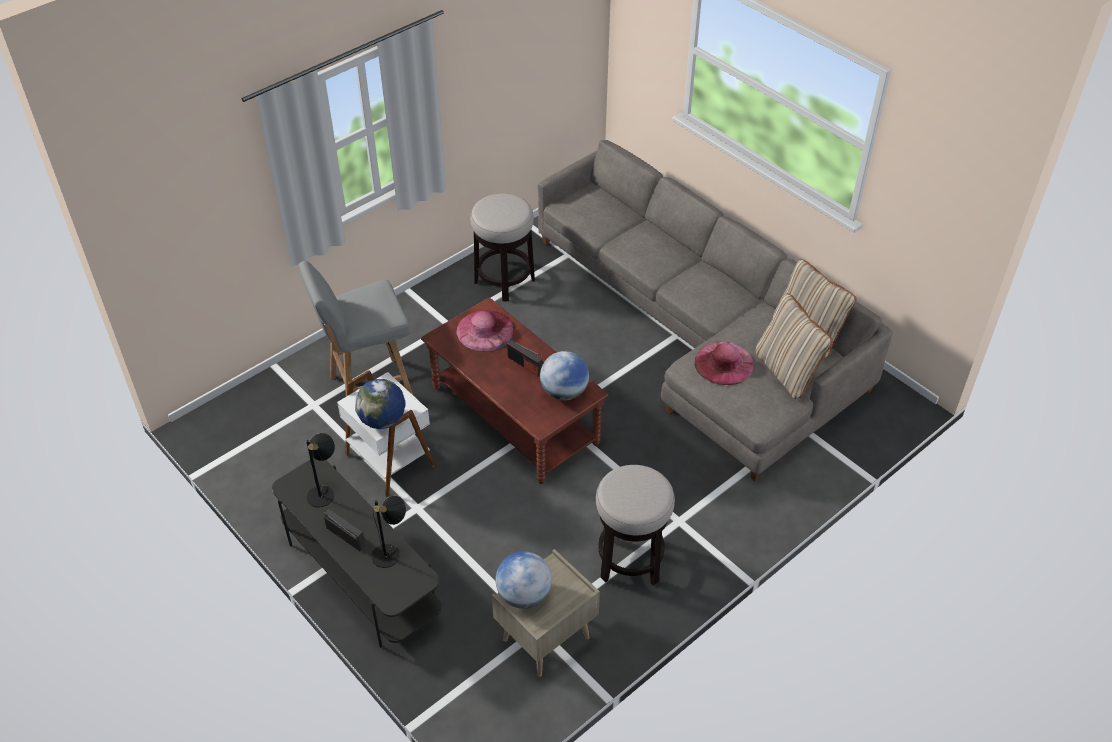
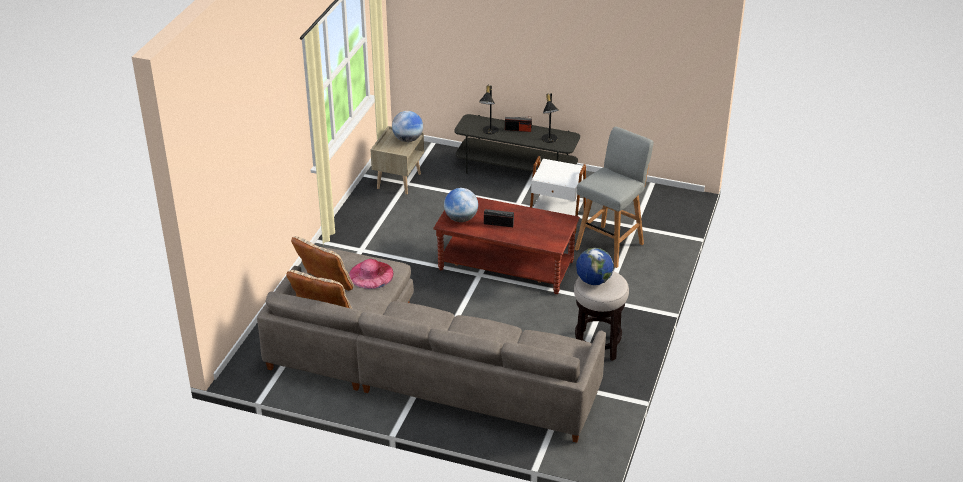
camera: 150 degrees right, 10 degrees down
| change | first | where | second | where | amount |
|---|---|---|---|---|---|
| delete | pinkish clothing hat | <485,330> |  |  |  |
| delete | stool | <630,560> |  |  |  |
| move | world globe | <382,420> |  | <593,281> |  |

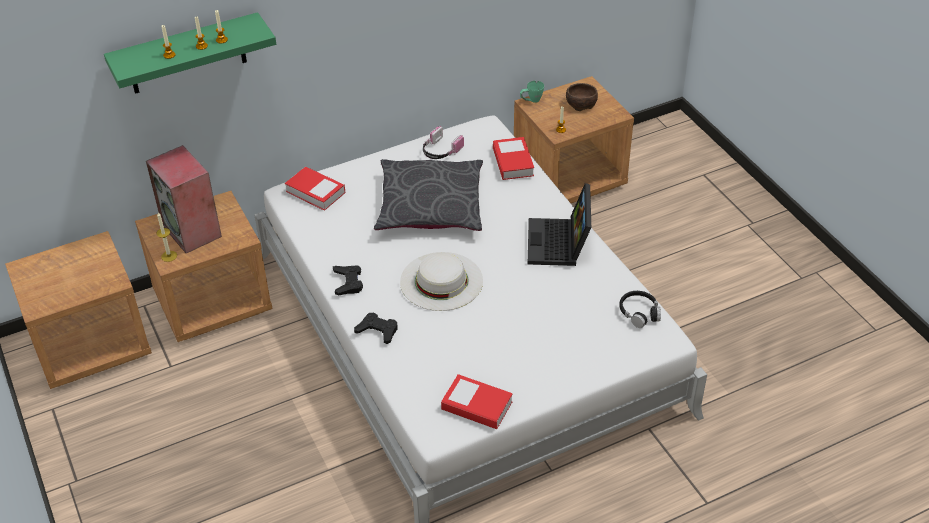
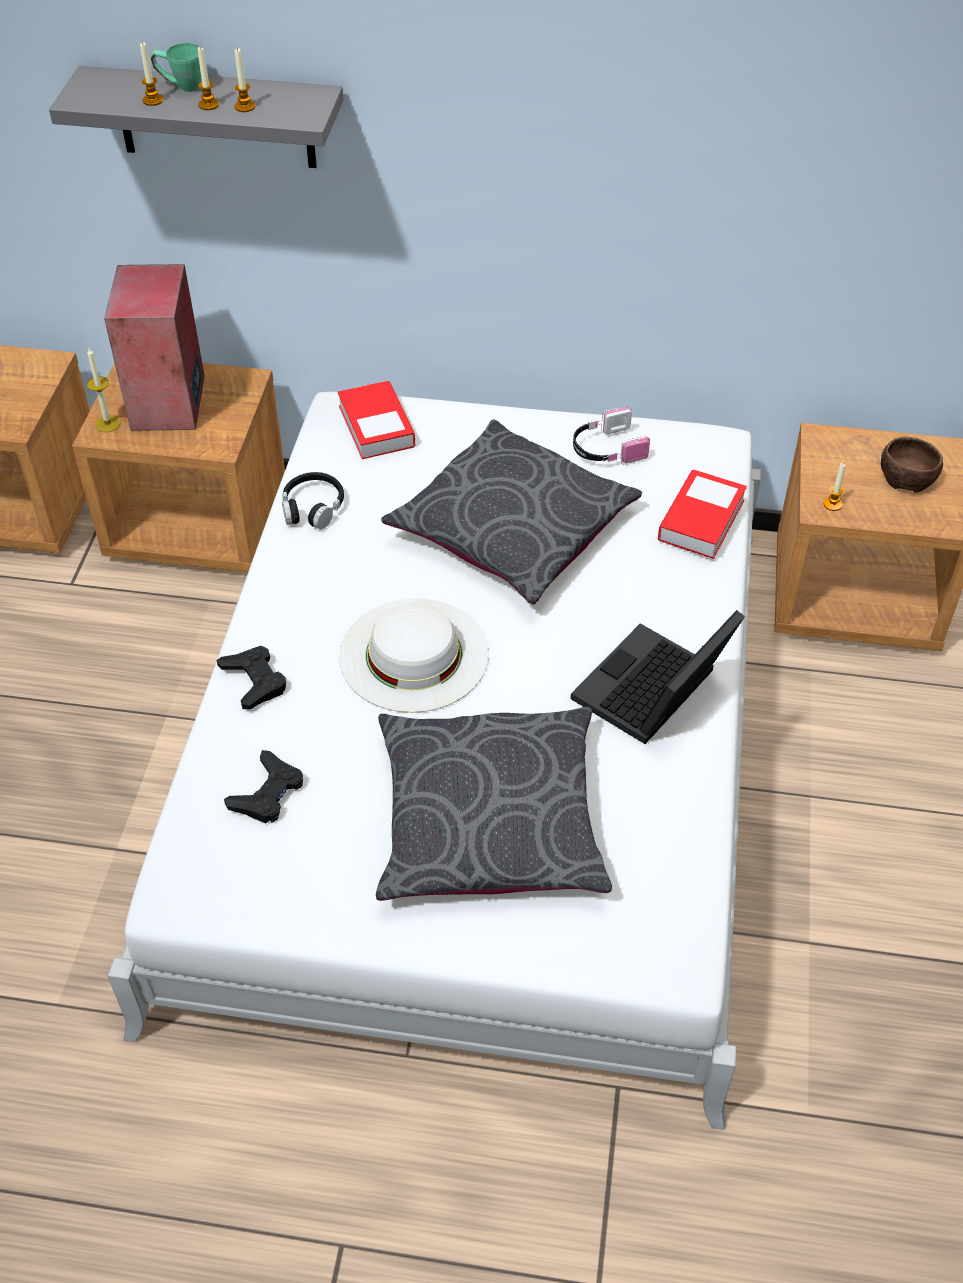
camera: 35 degrees right, 5 degrees up
| change | first | where | second | where | amount |
|---|---|---|---|---|---|
| delete | volume | <477,406> |  |  |  |
| insert |  |  | gray cushion | <489,818> |  |
| move | black game controller | <348,282> |  | <268,793> |  |
| move | green coffee mug | <531,101> |  | <181,86> |  |
| move | black headset | <639,313> |  | <312,507> |  |
| recolor | green shelf | <186,54> | gray shelf | <215,117> |  |

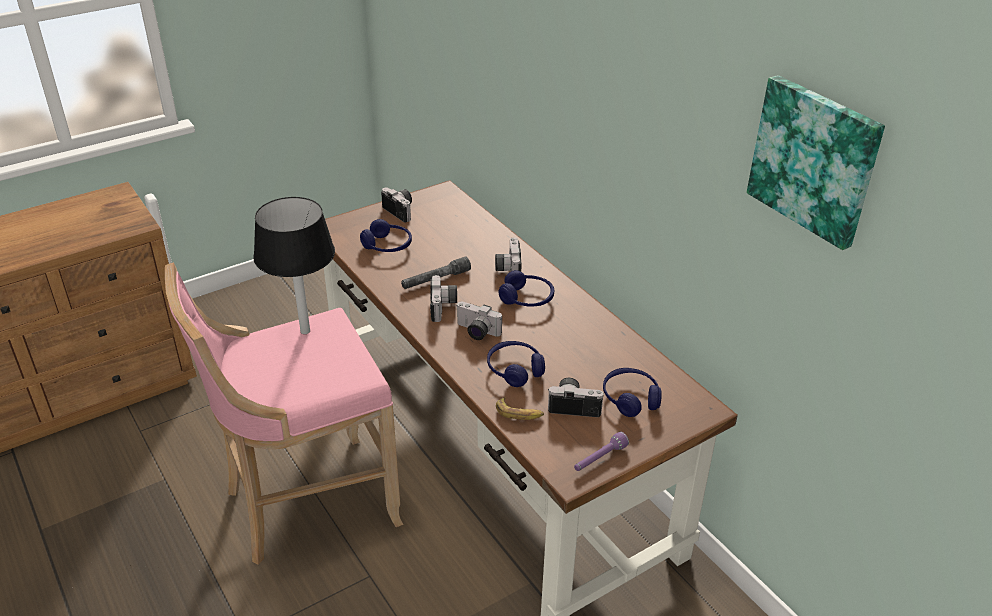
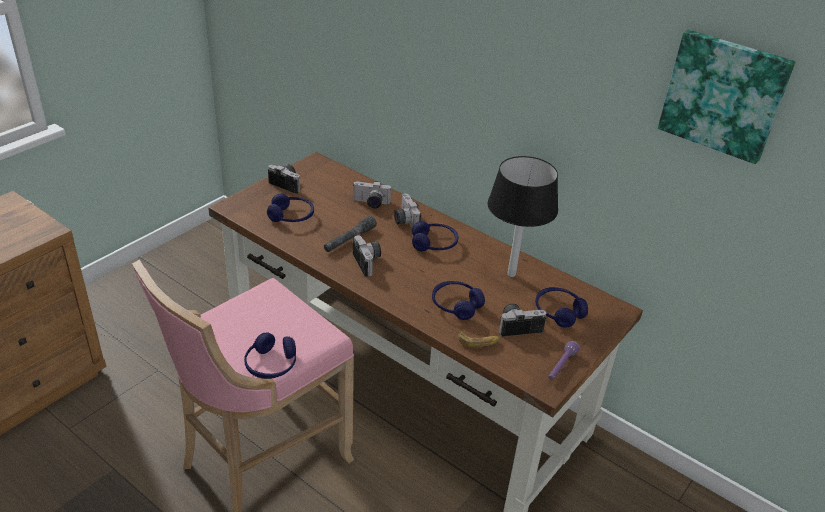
camera: 20 degrees left, 0 degrees up
| change | first | where | second | where | amount |
|---|---|---|---|---|---|
| insert |  |  | bluish headset | <271,364> |  |
| move | black table lamp | <305,331> |  | <511,274> |  |
| move | photo camera | <476,332> |  | <370,203> |  |

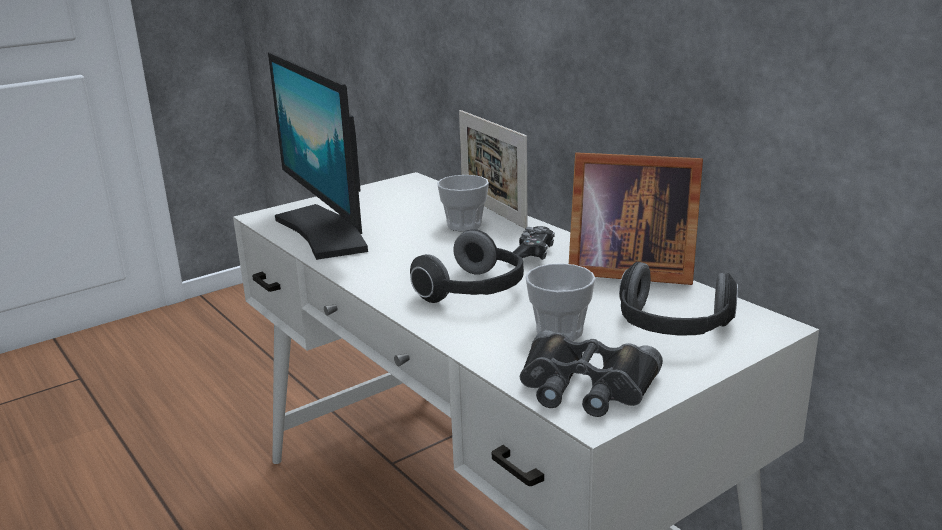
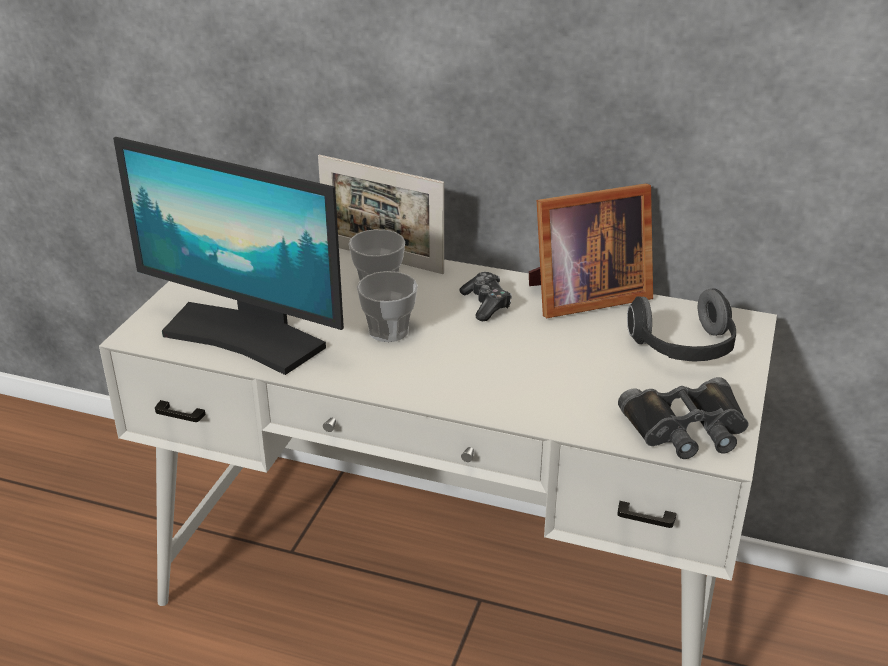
camera: 35 degrees left, 10 degrees up
| change | first | where | second | where | amount |
|---|---|---|---|---|---|
| delete | headset | <474,292> |  |  |  |
| move | drinking cup | <559,331> |  | <388,331> |  |

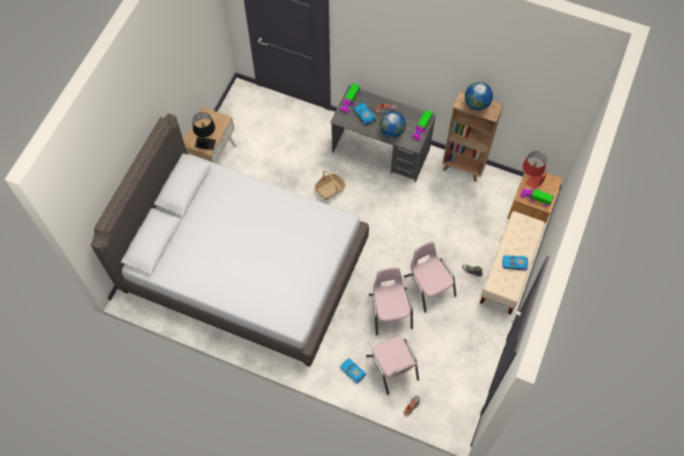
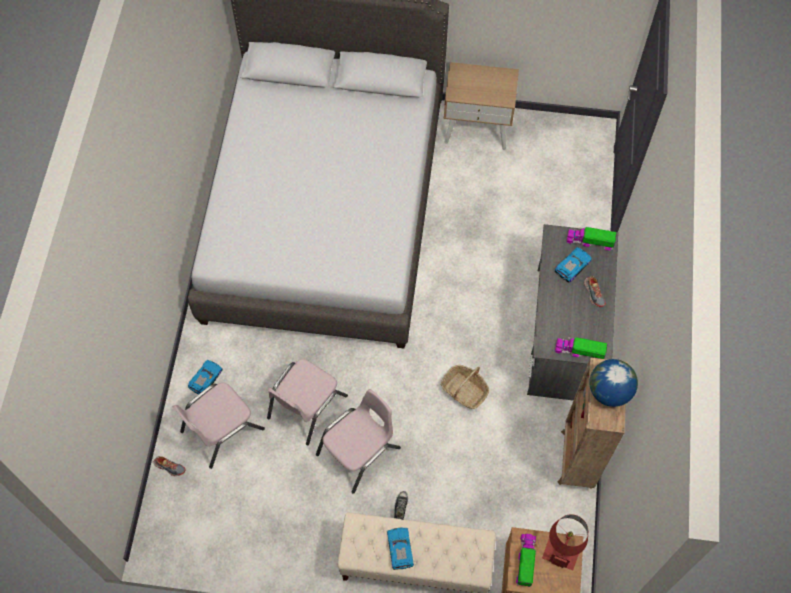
camera: 75 degrees right, 0 degrees up
| change | first | where | second | where | amount |
|---|---|---|---|---|---|
| delete | black table lamp | <206,140> |  |  |  |
| delete | world globe | <392,131> |  |  |  |
| move | household basket | <330,189> |  | <464,390> |  |
| rotate | pinkish plain chair | <390,311> |  | <306,406> | 150 degrees clockwise |

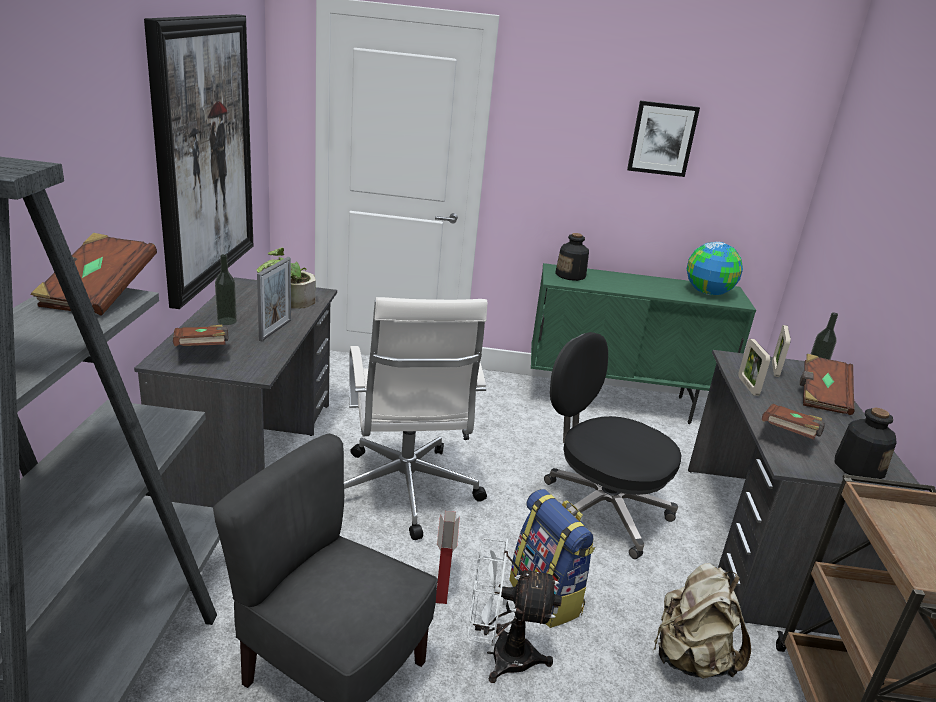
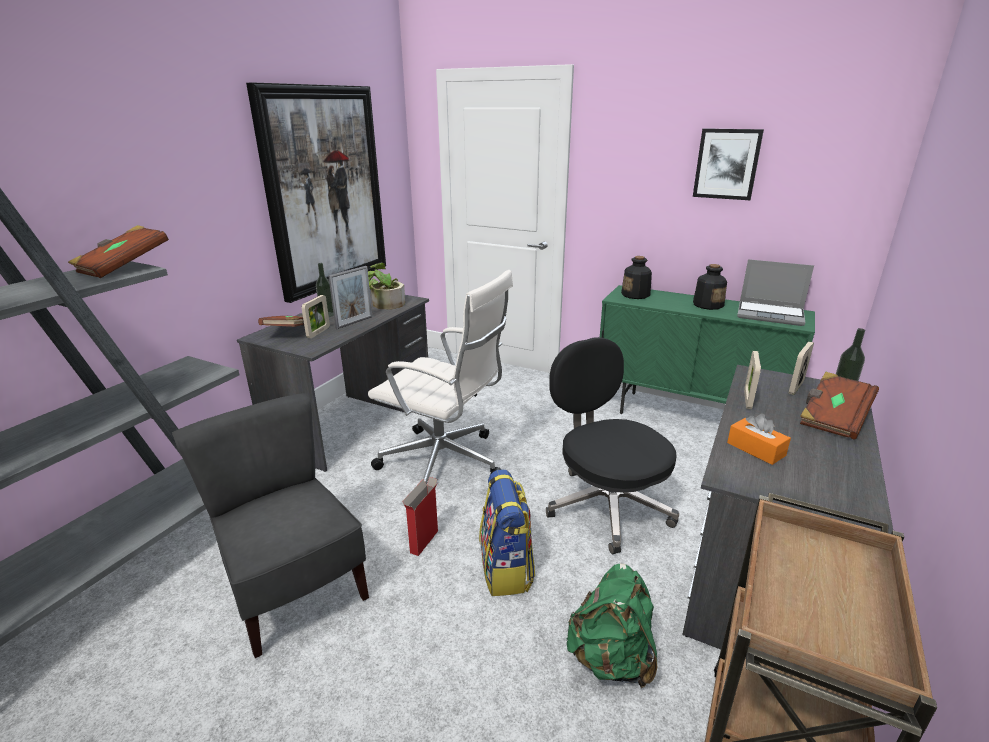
camera: 25 degrees right, 0 degrees up
| change | first | where | second | where | amount |
|---|---|---|---|---|---|
| delete | white cooling fan | <500,655> |  |  |  |
| insert |  |  | photo frame | <318,332> |  |
| move | beverage bottle | <858,467> |  | <707,305> |  |
| replace | world globe | <708,292> | laptop | <771,314> |  |
| replace | brownish volume | <789,435> | orange box of tissues | <756,449> |  |
| recolor | beige rucksack | <690,659> | green rucksack | <611,659> |  |
| rotate | white office chair | <405,492> |  | <445,463> | 75 degrees counterclockwise |

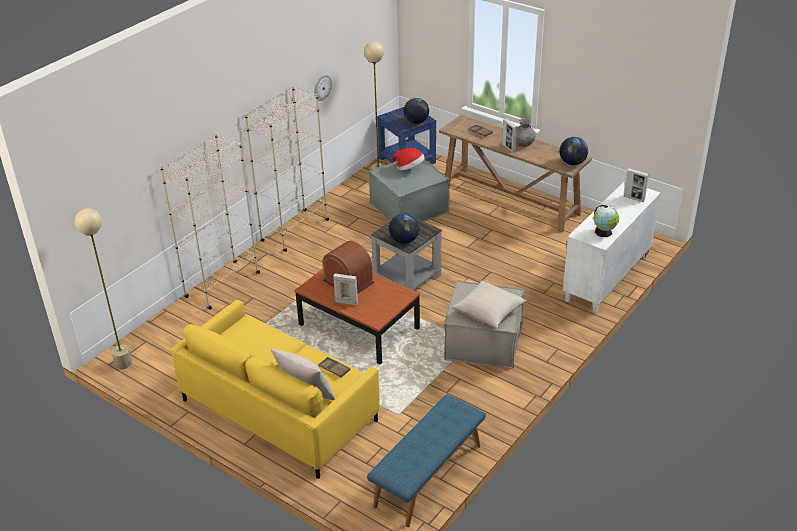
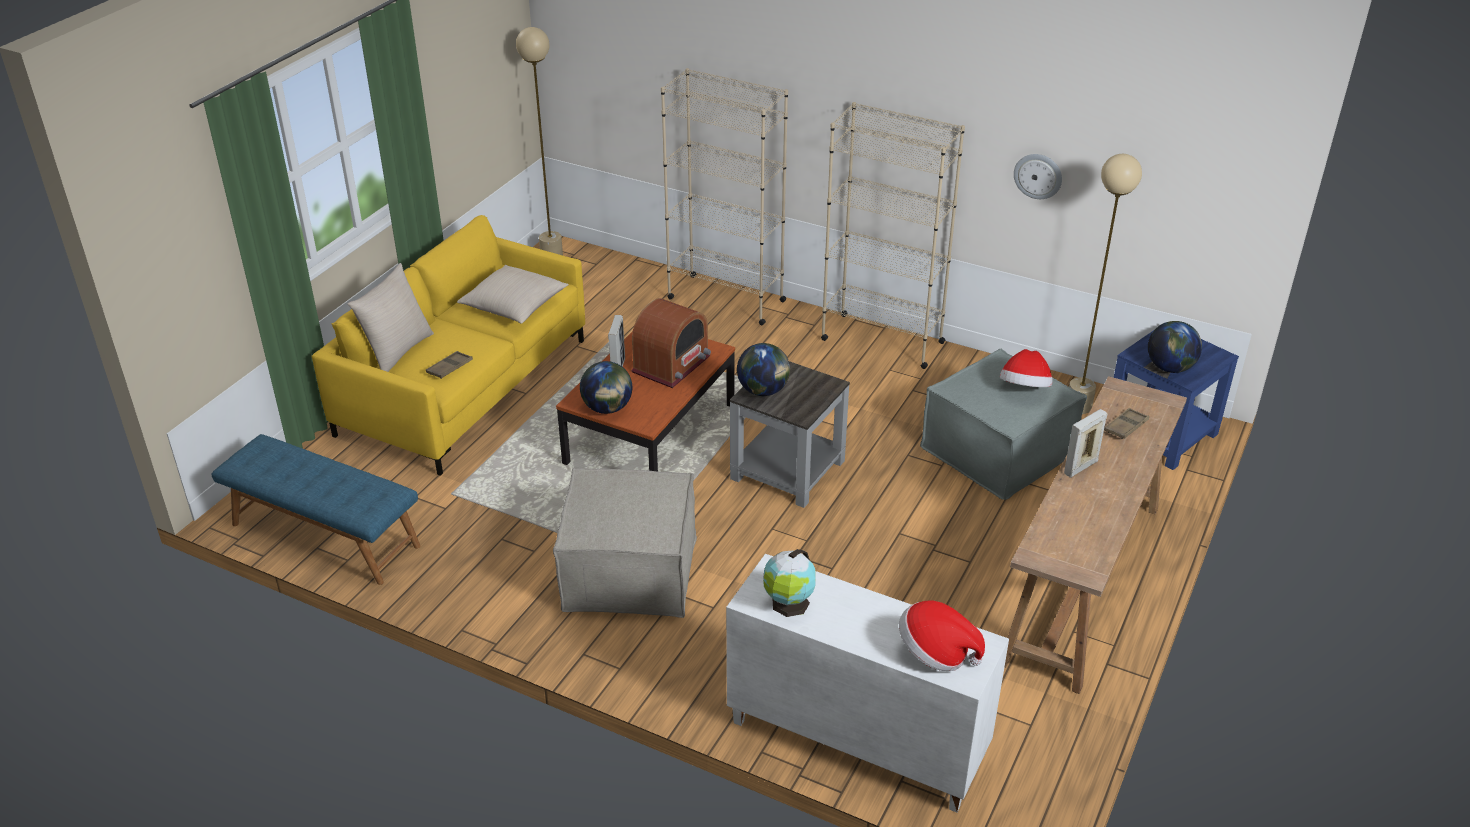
camera: 80 degrees right, 0 degrees up
| change | first | where | second | where | amount |
|---|---|---|---|---|---|
| delete | gray flower vase | <523,144> |  |  |  |
| move | beige cushion | <488,312> |  | <514,306> |  |
| move | world globe | <572,163> |  | <607,408> |  |
| replace | photo frame | <634,198> | clothing hat | <935,652> |  |

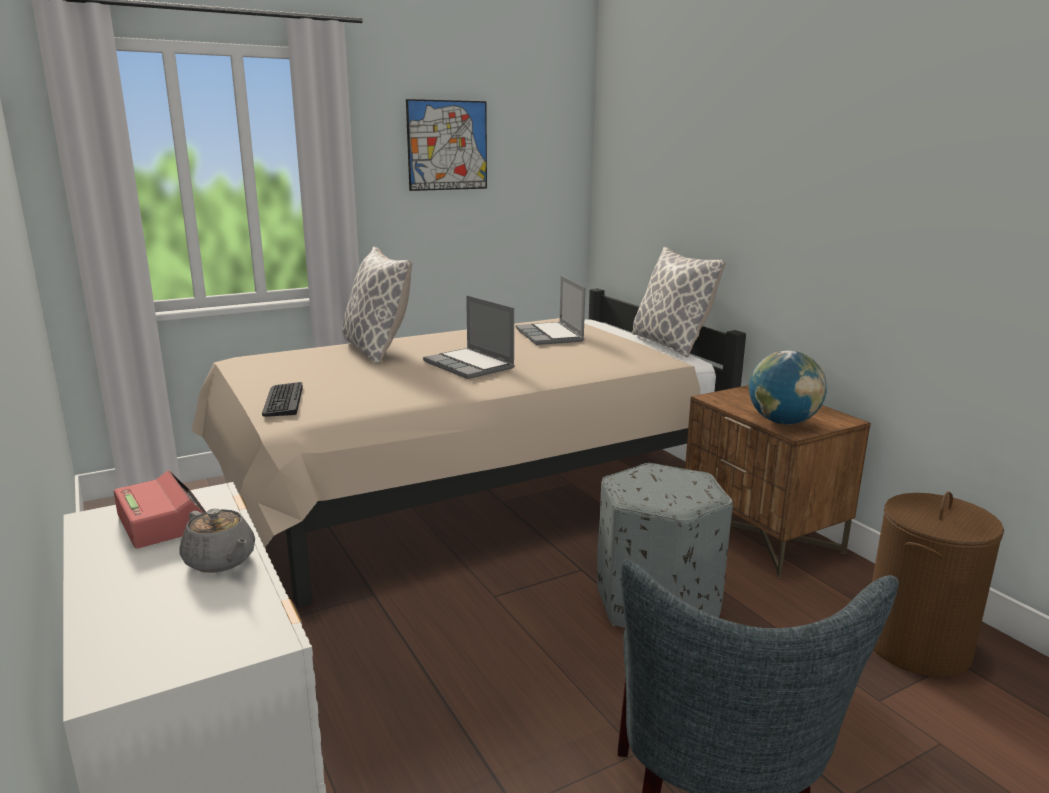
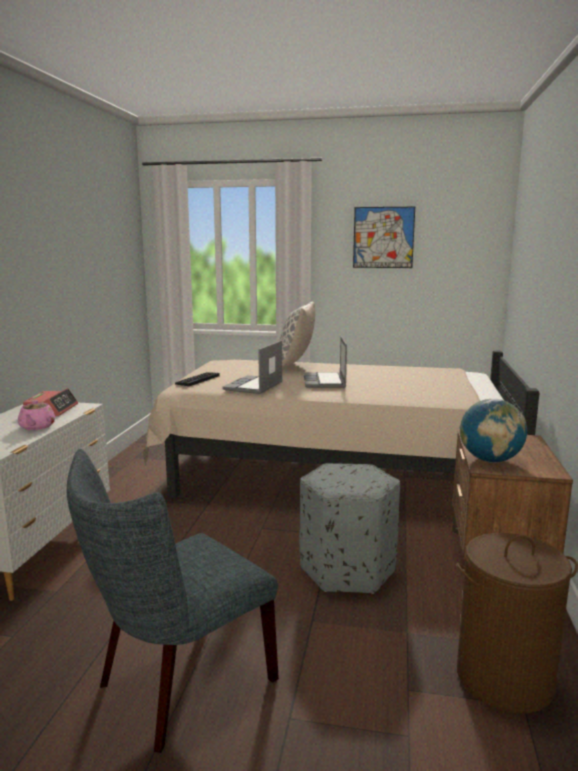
camera: 40 degrees right, 5 degrees down
| change | first | where | second | where | amount |
|---|---|---|---|---|---|
| delete | cushion | <670,344> |  |  |  |
| move | laptop | <550,335> |  | <254,386> |  |
| recolor | gray pot for tea | <220,561> | pinkish pot for tea | <37,427> |  |

